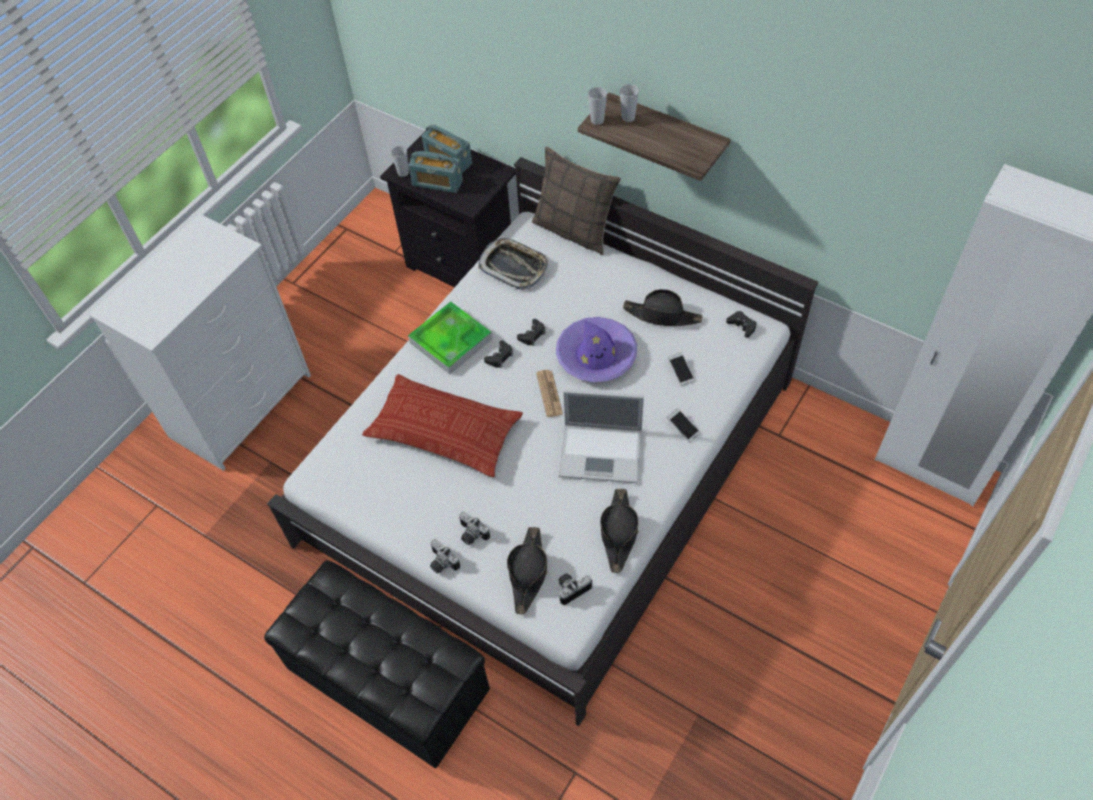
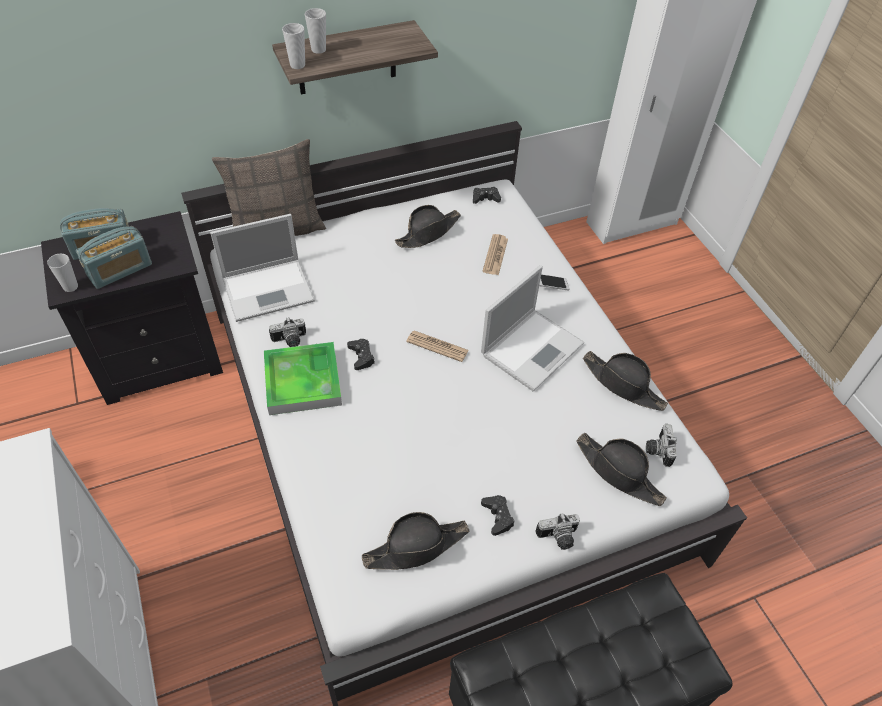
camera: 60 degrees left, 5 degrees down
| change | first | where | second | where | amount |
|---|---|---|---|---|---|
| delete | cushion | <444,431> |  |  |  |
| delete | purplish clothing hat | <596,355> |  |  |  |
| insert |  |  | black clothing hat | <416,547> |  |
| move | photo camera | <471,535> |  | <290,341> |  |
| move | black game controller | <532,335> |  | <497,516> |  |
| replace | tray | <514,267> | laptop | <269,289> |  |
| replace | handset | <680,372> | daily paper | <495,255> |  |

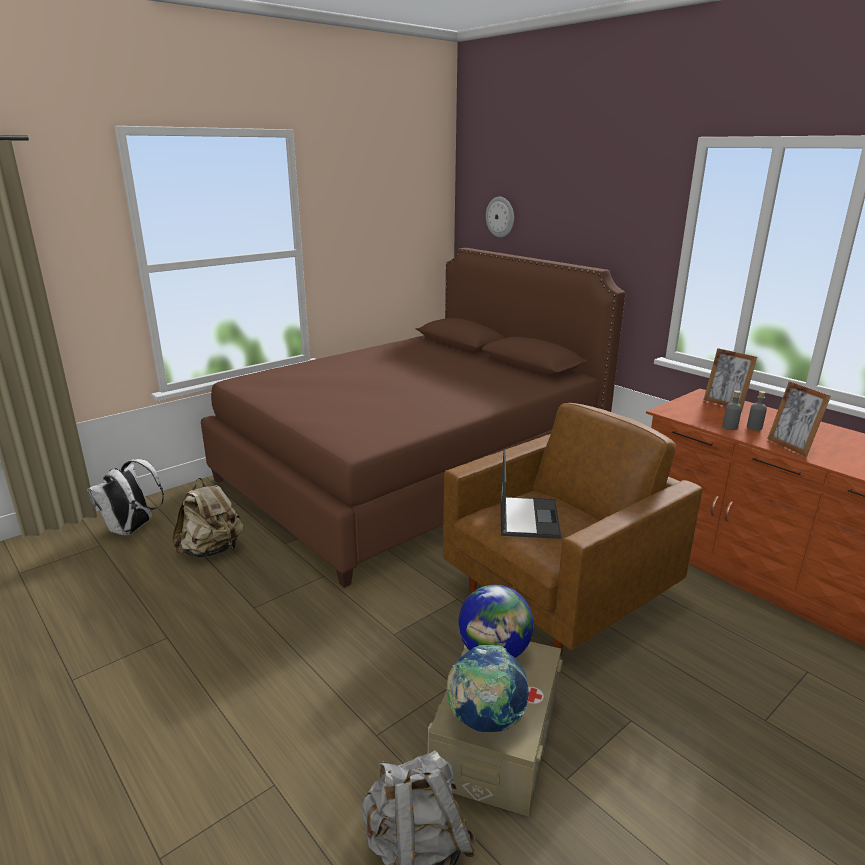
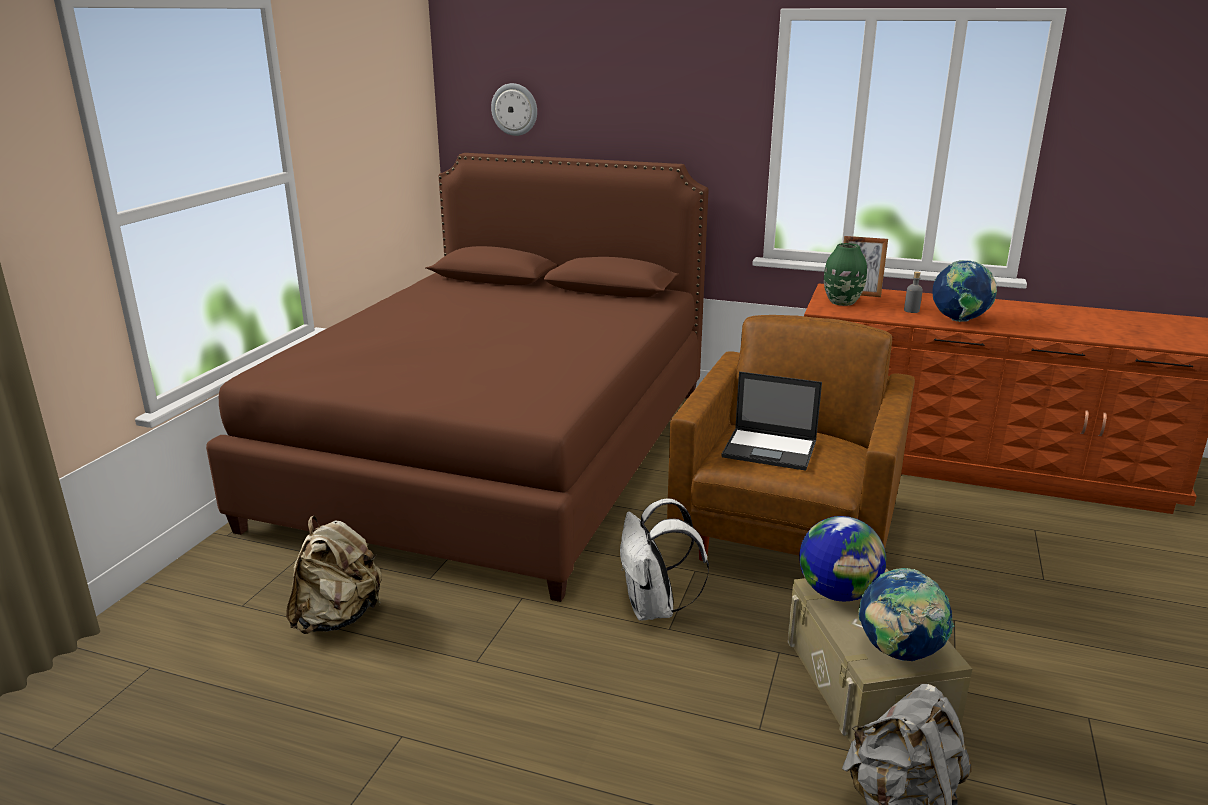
camera: 30 degrees left, 0 degrees up
| change | first | where | second | where | amount |
|---|---|---|---|---|---|
| delete | gray beverage bottle | <730,427> |  |  |  |
| insert |  |  | green flower vase | <842,302> |  |
| move | white rucksack | <132,529> |  | <654,608> |  |
| replace | photo frame | <790,446> | world globe | <959,321> |  |
| rotate | laptop | <528,517> |  | <770,449> | 135 degrees clockwise |

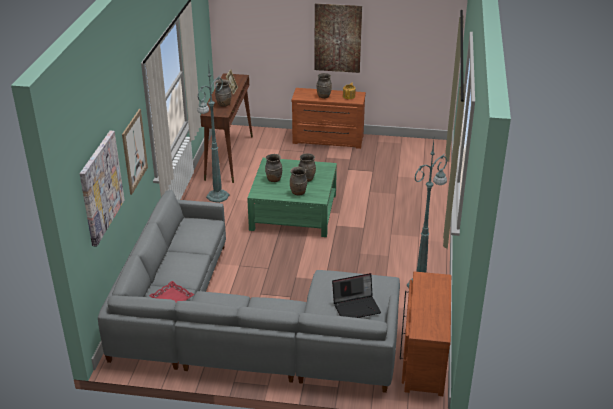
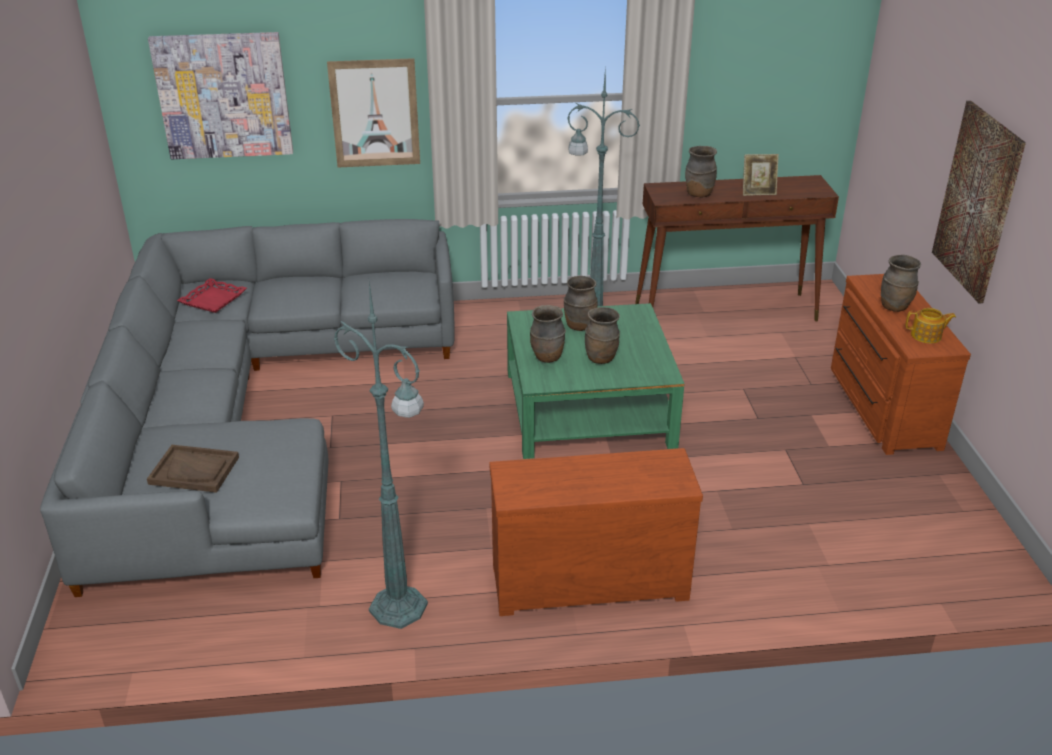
camera: 75 degrees right, 0 degrees up
| change | first | where | second | where | amount |
|---|---|---|---|---|---|
| move | brownish dresser | <422,358> |  | <588,579> |  |
| replace | laptop | <356,306> | brownish tray | <194,470> |  |

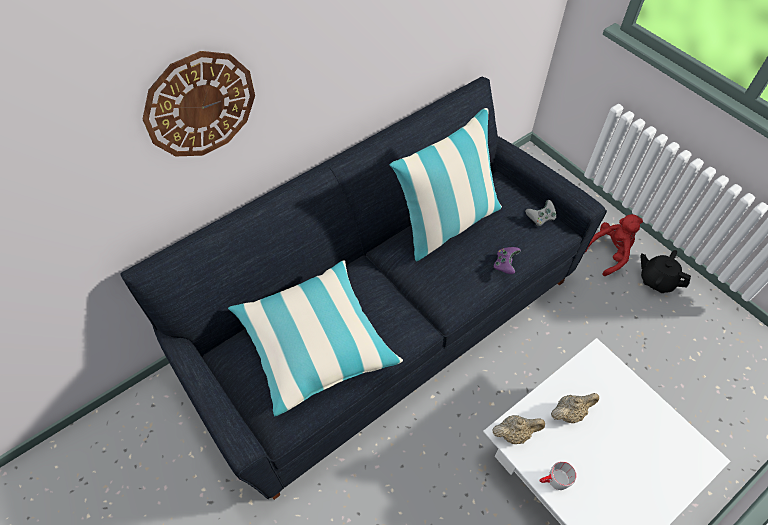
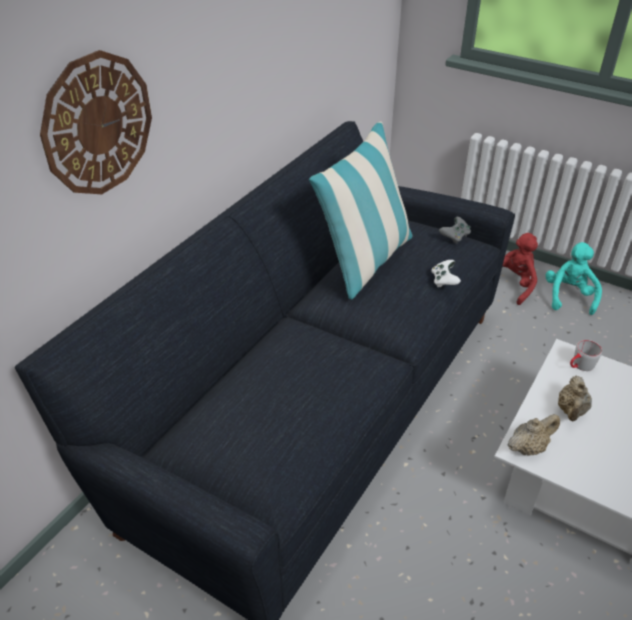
camera: 20 degrees left, 15 degrees down
| change | first | where | second | where | amount |
|---|---|---|---|---|---|
| delete | cushion | <315,343> |  |  |  |
| move | gray coffee mug | <553,481> |  | <580,366> |  |
| replace | black pot for tea | <656,280> | blue-green soft toy | <568,296> |  |
| recolor | purplish game controller | <505,264> | white game controller | <444,281> |  |
| rotate | beige pot for tea | <569,412> |  | <571,411> | 150 degrees clockwise |

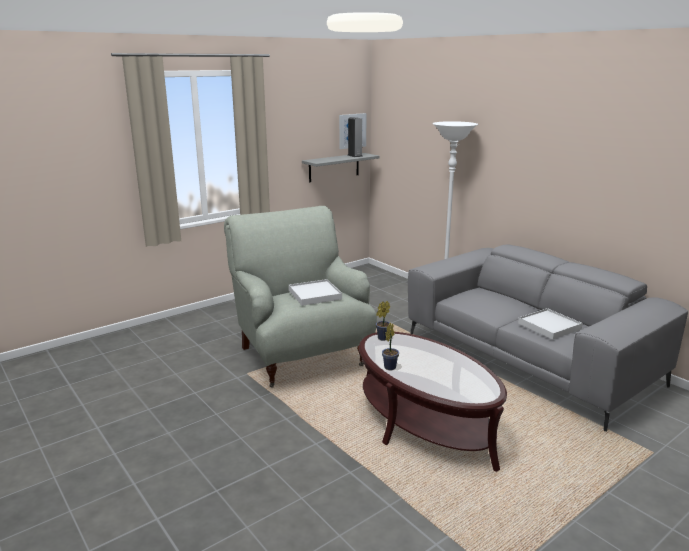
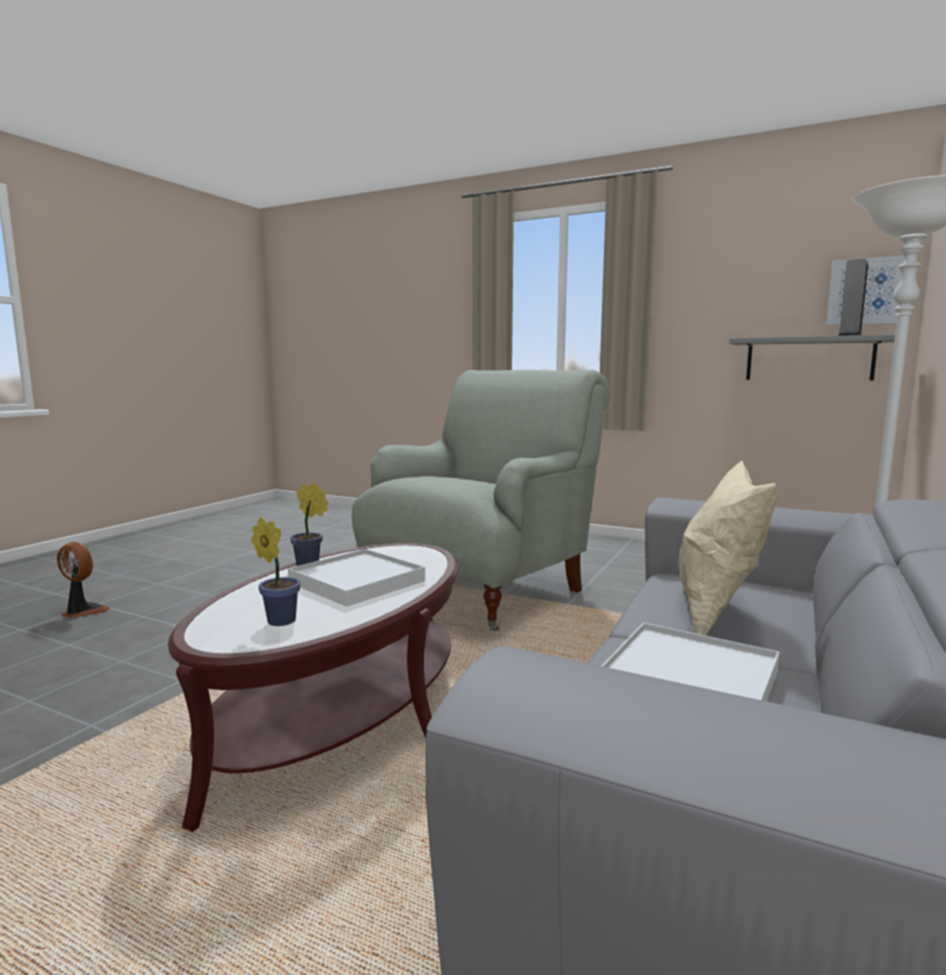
camera: 65 degrees right, 10 degrees down
| change | first | where | second | where | amount |
|---|---|---|---|---|---|
| insert |  |  | cooling fan | <83,612> |  |
| insert |  |  | beige cushion | <716,611> |  |
| move | white tray | <315,294> |  | <357,582> |  |
| move | plant in a pot | <381,338> |  | <279,620> |  |

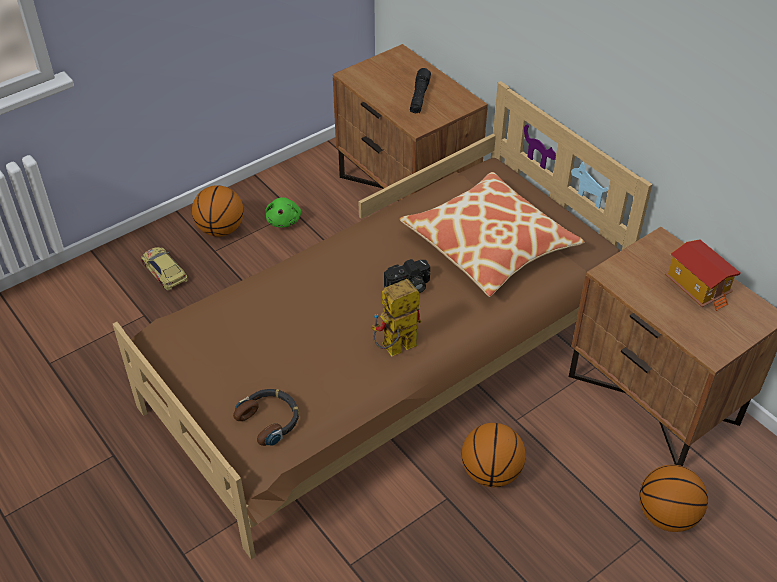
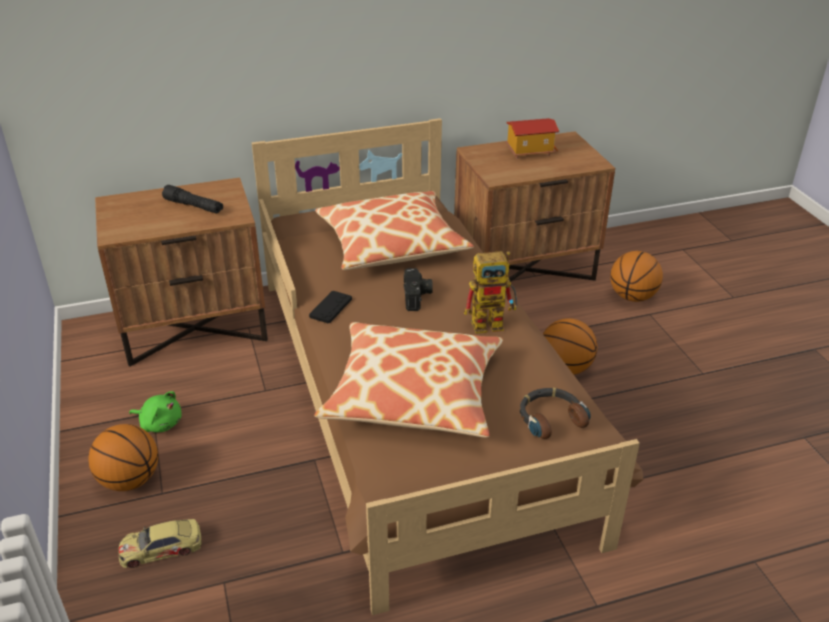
camera: 70 degrees left, 10 degrees down
| change | first | where | second | where | amount |
|---|---|---|---|---|---|
| insert |  |  | black game controller | <331,308> |  |
| insert |  |  | cushion | <414,393> |  |
| rotate | model robot | <394,350> |  | <494,323> | 90 degrees counterclockwise |

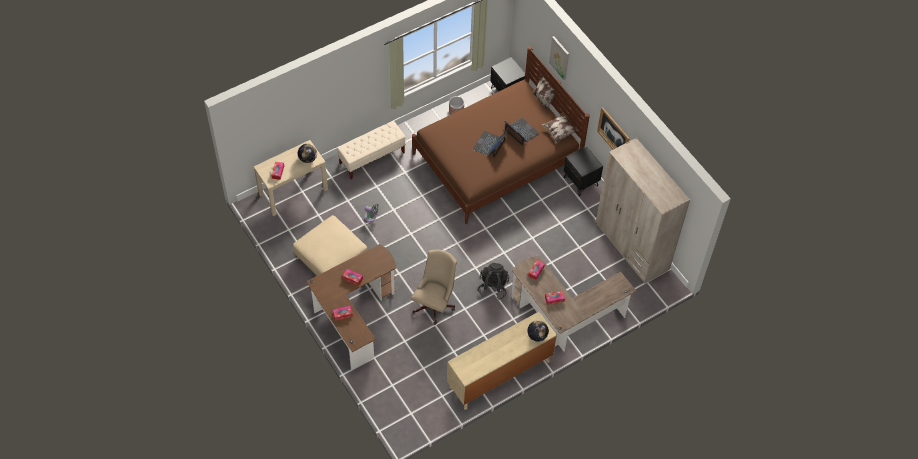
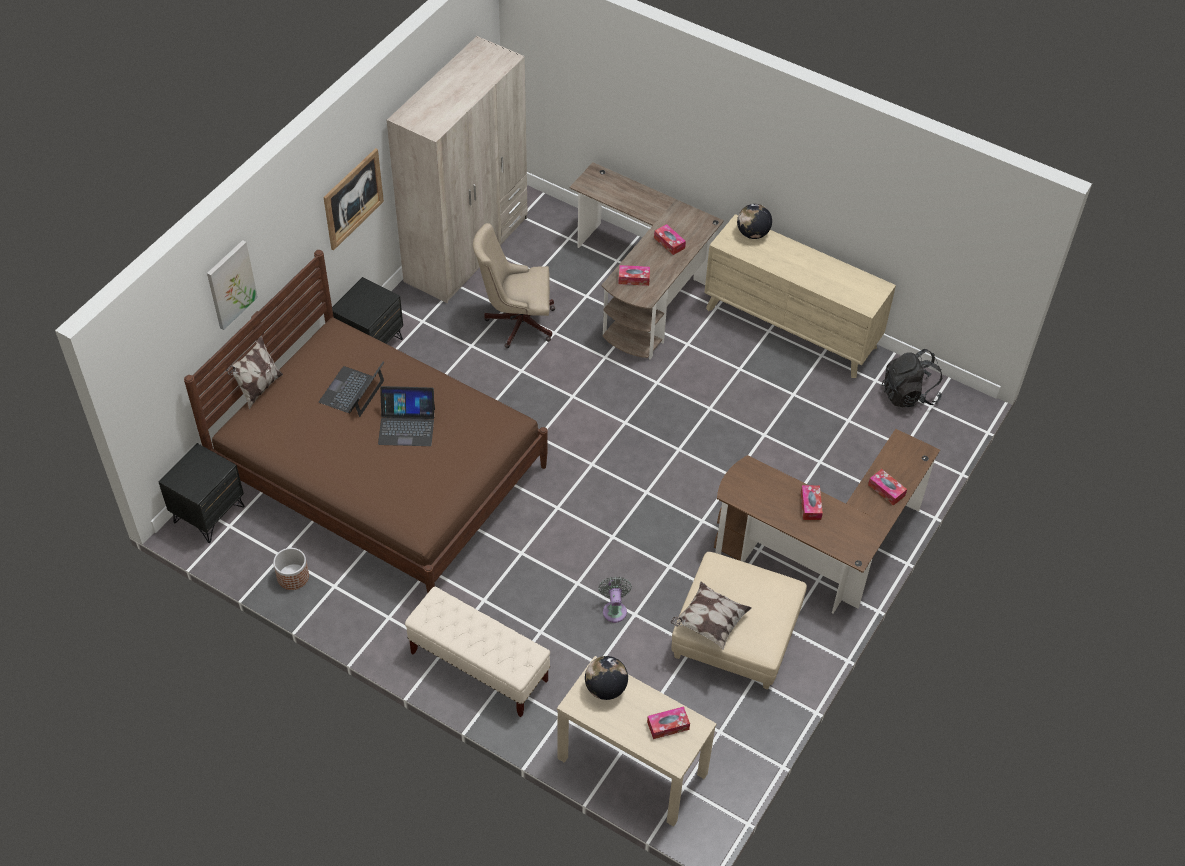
camera: 115 degrees left, 5 degrees down
| change | first | where | second | where | amount |
|---|---|---|---|---|---|
| move | beige office chair | <435,303> |  | <516,322> |  |
| move | black rucksack | <493,287> |  | <909,394> |  |
| move | cushion | <559,131> |  | <709,622> |  |

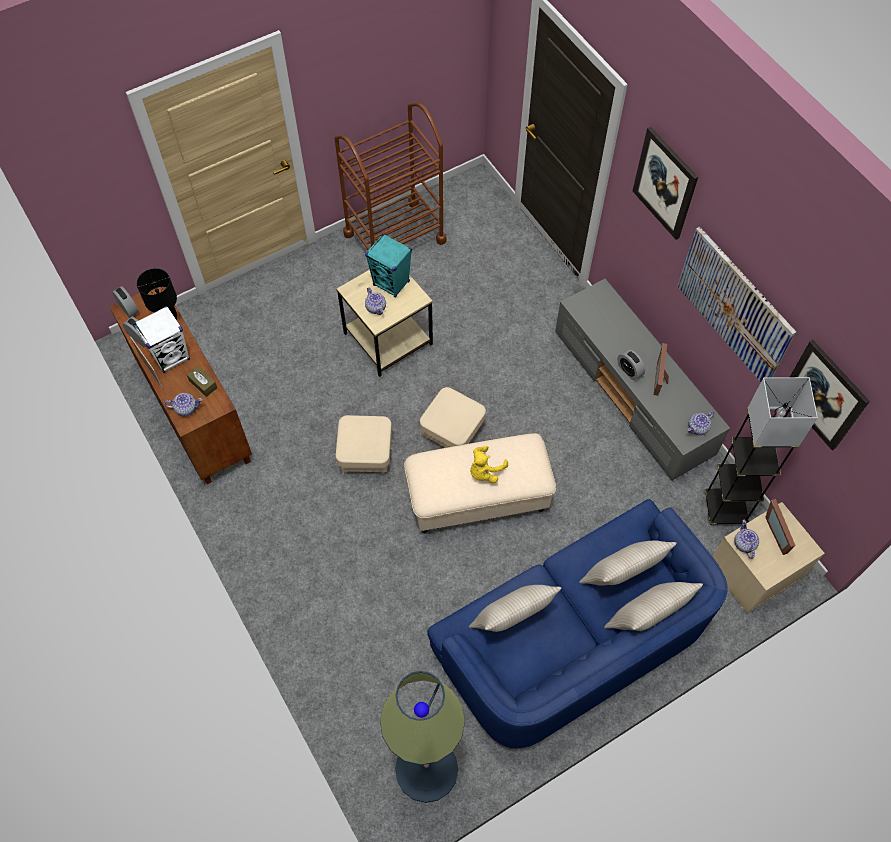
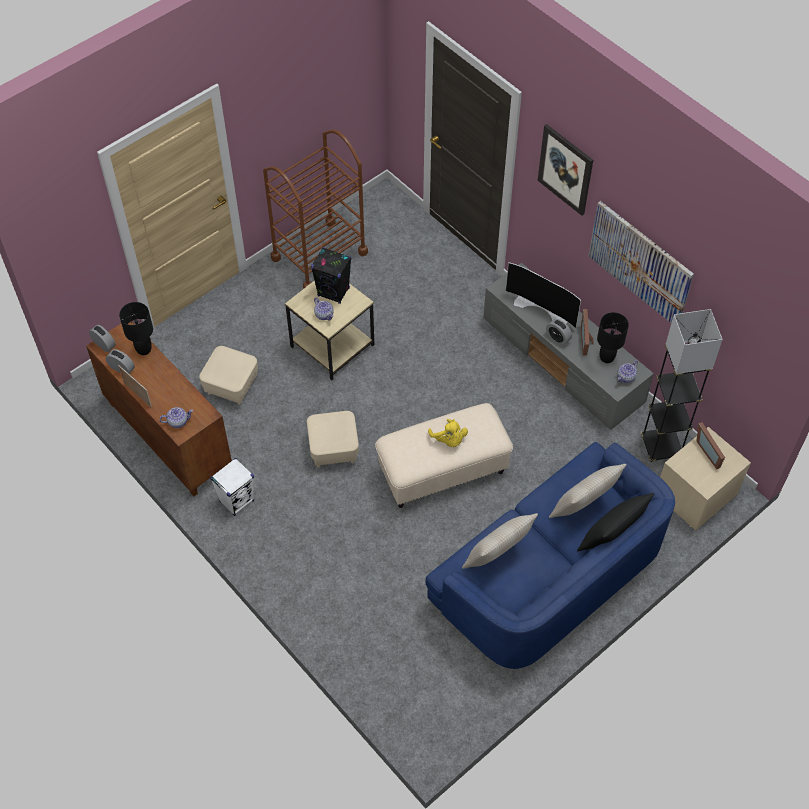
camera: 10 degrees left, 5 degrees down
| change | first | where | second | where | amount |
|---|---|---|---|---|---|
| delete | brownish box of tissues | <203,384> |  |  |  |
| delete | floor lamp | <426,769> |  |  |  |
| delete | pot for tea | <744,543> |  |  |  |
| delete | wall art | <824,395> |  |  |  |
| insert |  |  | TV set | <543,308> |  |
| insert |  |  | black table lamp | <607,358> |  |
| move | white loudspeaker | <171,357> |  | <237,501> |  |
| move | beige pouffe | <452,431> |  | <231,386> |  |
| recolor | blue-green loudspeaker | <391,283> | black loudspeaker | <333,292> |  |
| recolor | beige cushion | <645,618> | black cushion | <610,538> |  |
| rotate | yellow-coloured soft toy | <485,471> |  | <449,440> | 60 degrees counterclockwise |

